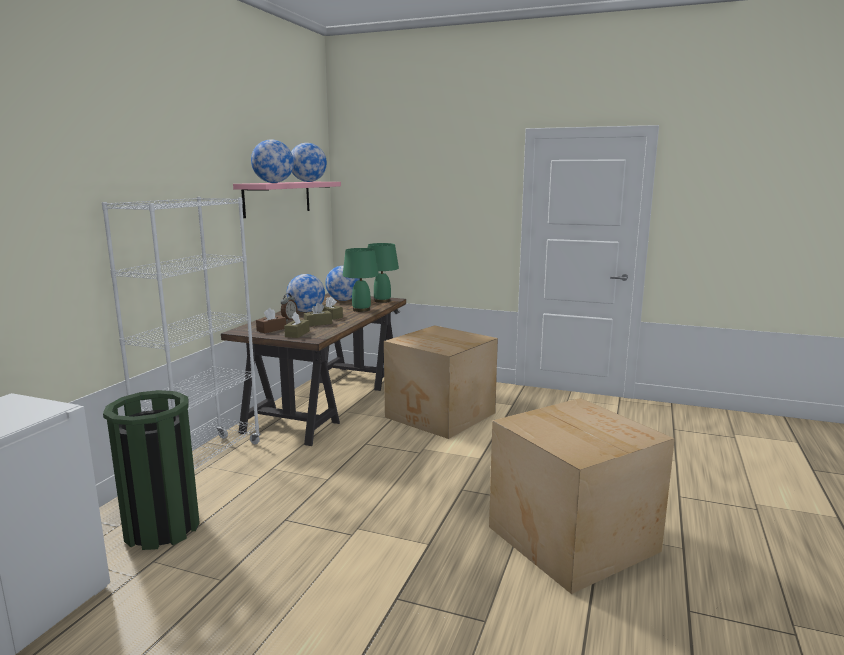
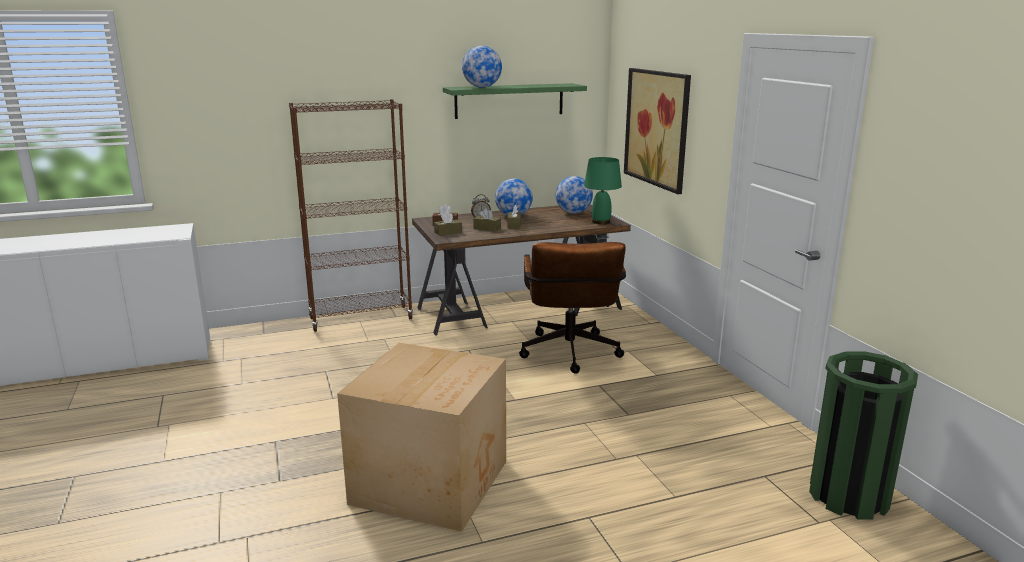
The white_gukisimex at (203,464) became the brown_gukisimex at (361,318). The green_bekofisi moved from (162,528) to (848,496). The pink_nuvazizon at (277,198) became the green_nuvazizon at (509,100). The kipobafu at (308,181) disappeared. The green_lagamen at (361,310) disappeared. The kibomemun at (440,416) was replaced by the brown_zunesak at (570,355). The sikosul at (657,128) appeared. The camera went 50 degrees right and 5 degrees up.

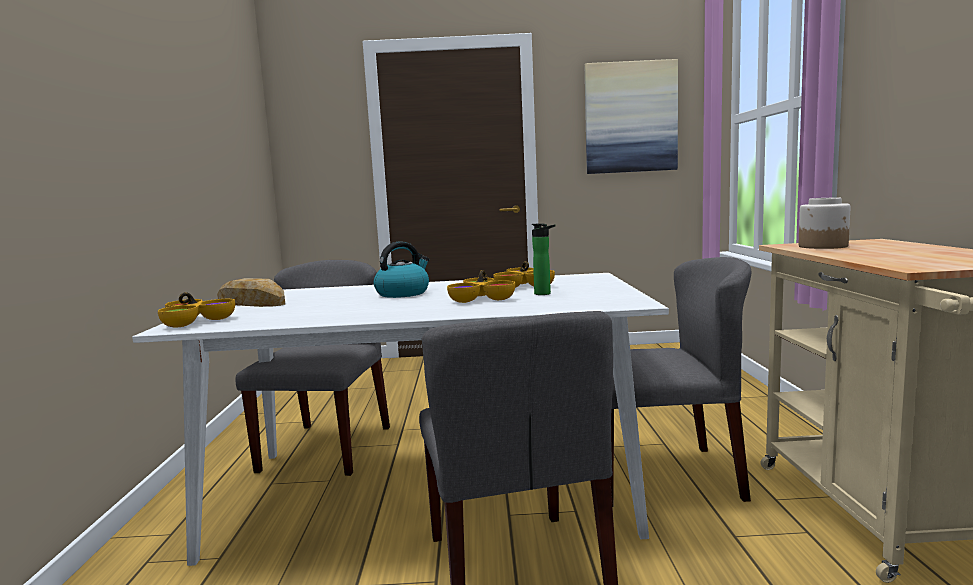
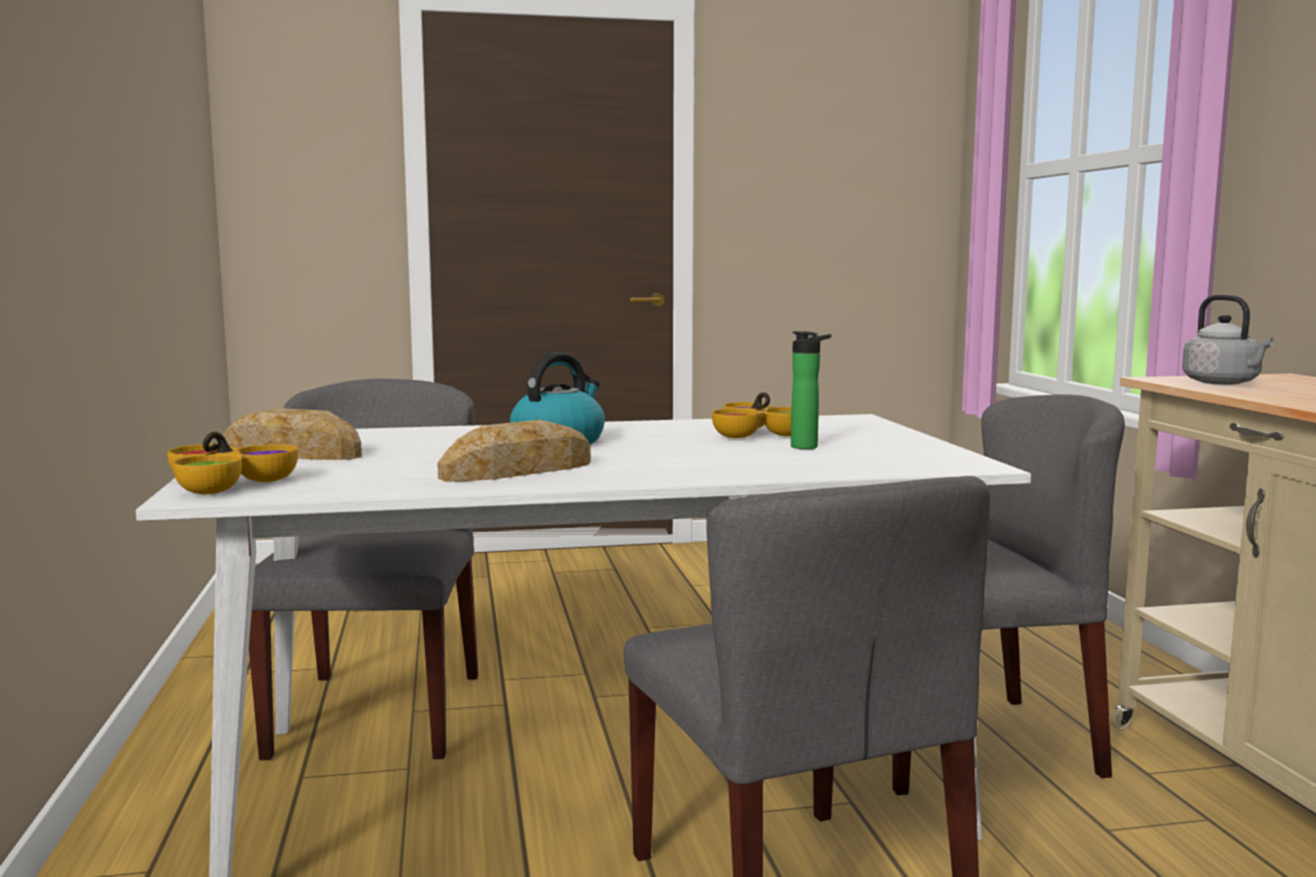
The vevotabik at (481,299) disappeared. The sikosul at (630,117) disappeared. The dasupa at (823,246) was replaced by the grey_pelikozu at (1223,383). The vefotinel at (517,470) appeared. The camera went 10 degrees left and 0 degrees up.

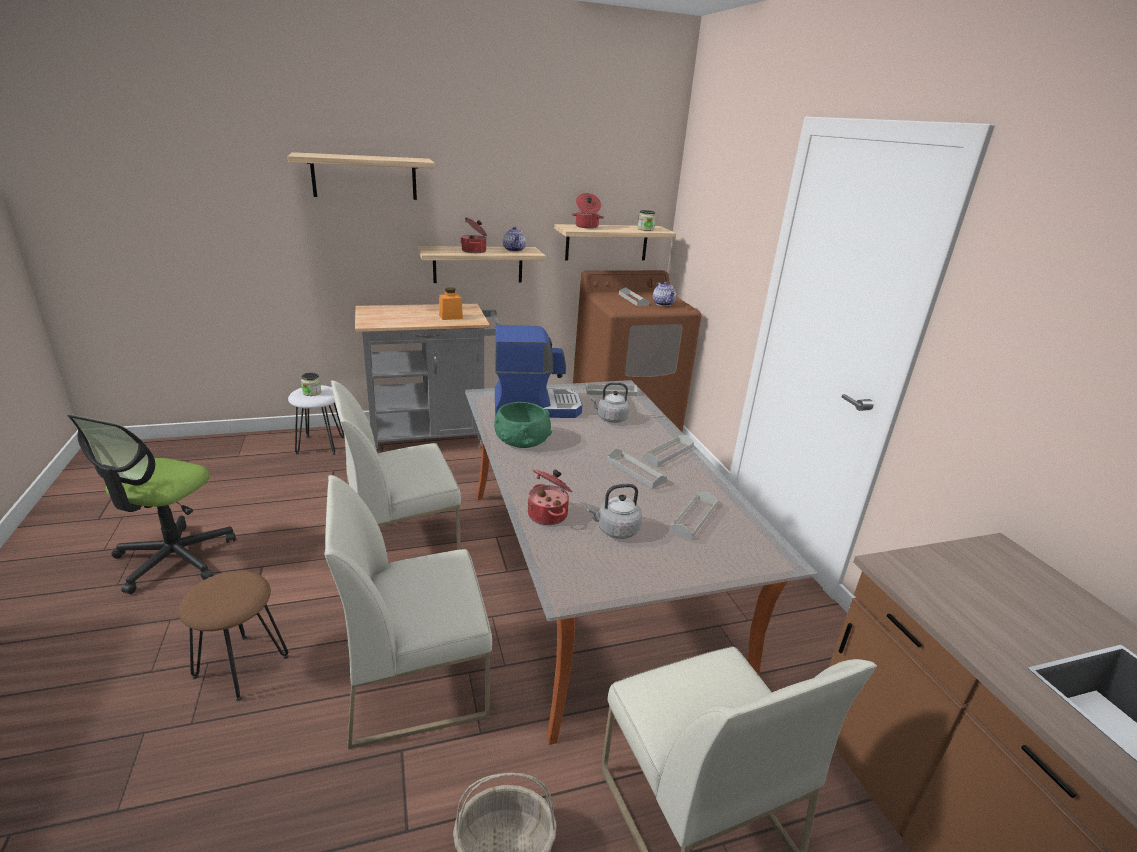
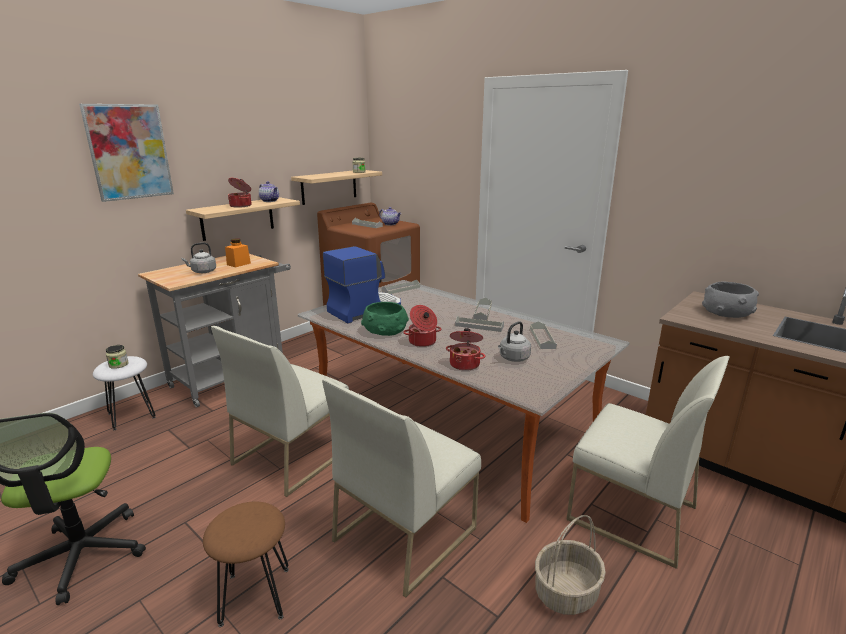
The nuvazizon at (364,177) was replaced by the sikosul at (129,152). The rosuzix moved from (586,227) to (422,342). The grey_pelikozu moved from (610,418) to (202,272). The grey_vevotabik at (727,313) appeared. The camera went 30 degrees left and 5 degrees down.

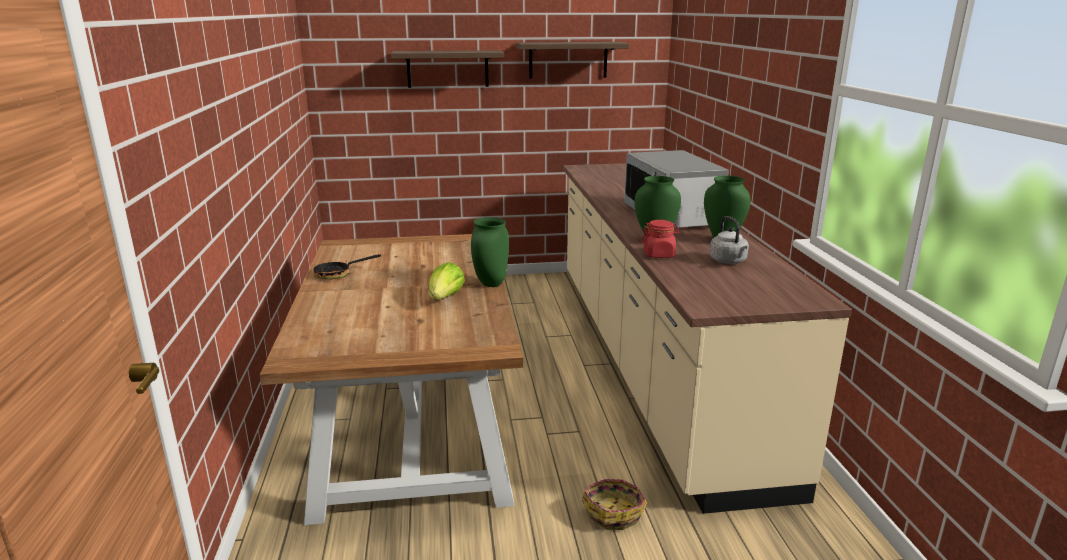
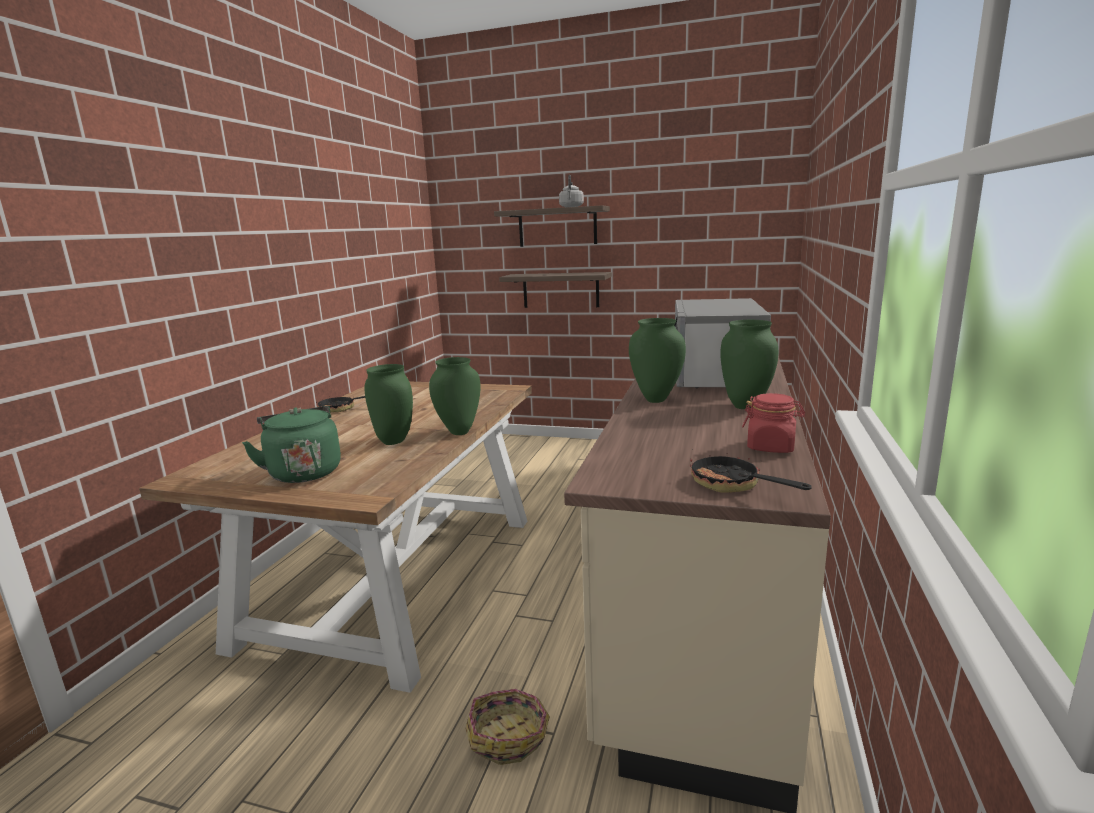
The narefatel at (445,299) was replaced by the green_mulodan at (395,441). The nuvazizon moved from (568,60) to (560,290). The red_dasupa moved from (659,254) to (771,447). The grey_pelikozu moved from (729,261) to (571,207). The green_pelikozu at (303,472) appeared. The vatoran at (733,486) appeared. The camera went 25 degrees right and 5 degrees down.

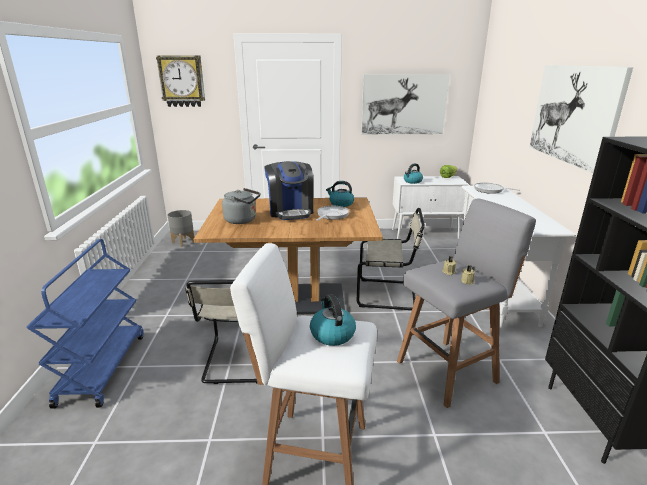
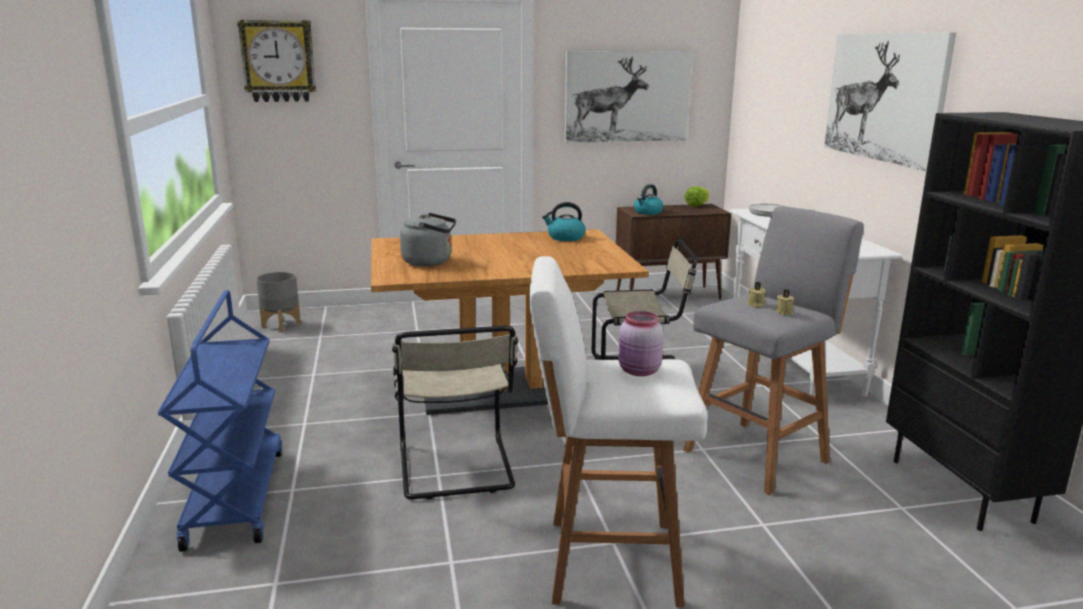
The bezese at (290,211) disappeared. The pelikozu at (332,334) was replaced by the pink_dasupa at (639,371). The vatoran at (331,215) disappeared. The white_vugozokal at (425,234) became the brown_vugozokal at (669,295). The camera went 10 degrees left and 5 degrees down.

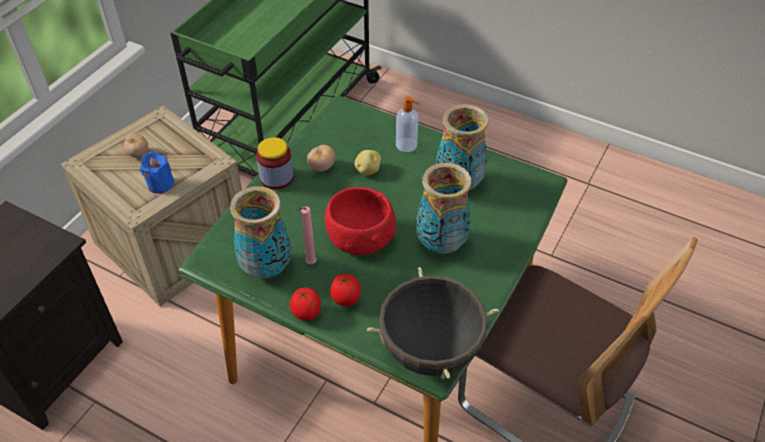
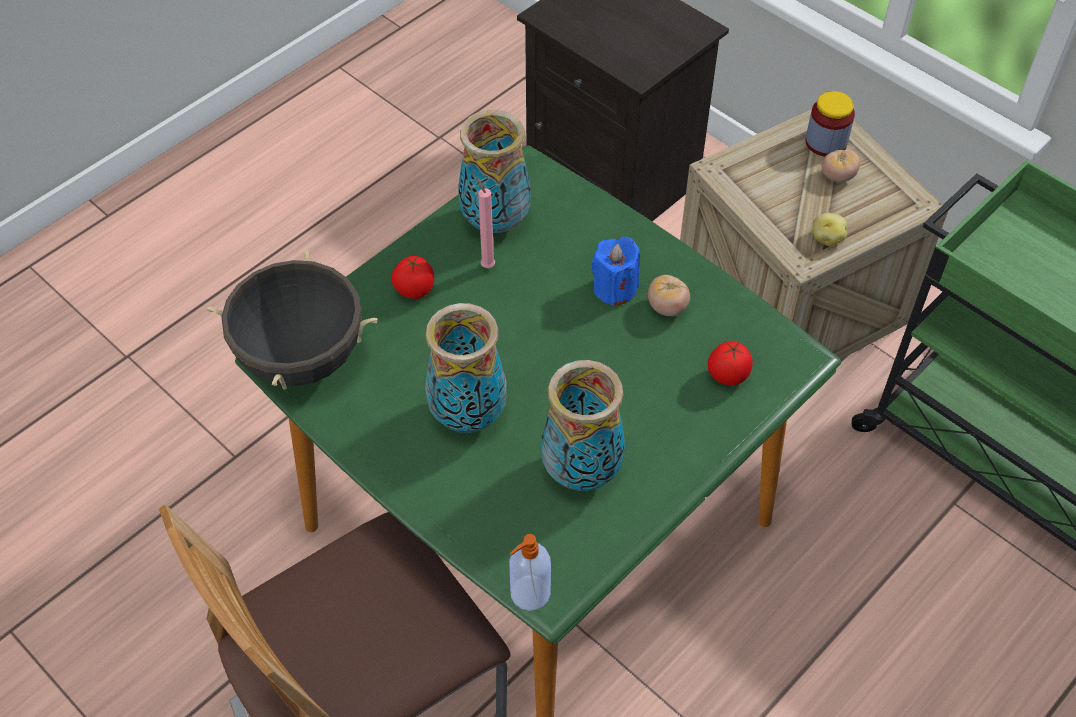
The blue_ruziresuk moved from (160,184) to (615,288). The dasupa moved from (276,177) to (826,142). The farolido moved from (306,313) to (727,376). The red_vevotabik at (360,238) disappeared. The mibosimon moved from (367,170) to (827,238). The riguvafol moved from (407,145) to (529,594). The camera went 105 degrees right and 5 degrees up.

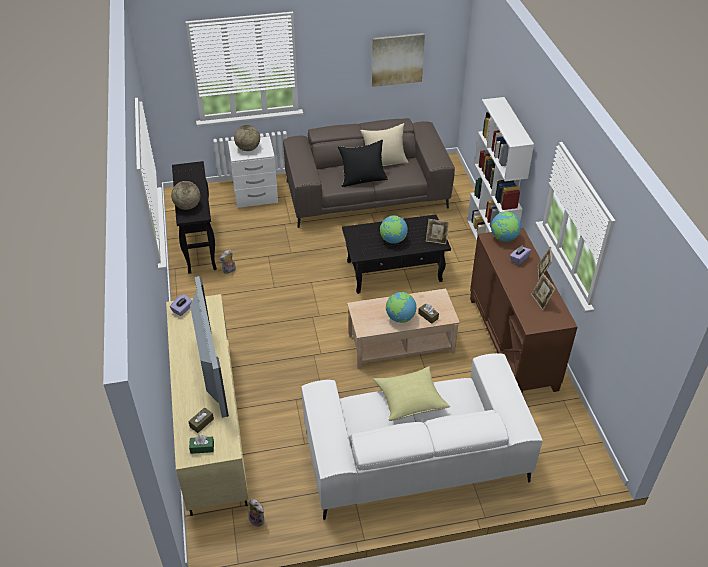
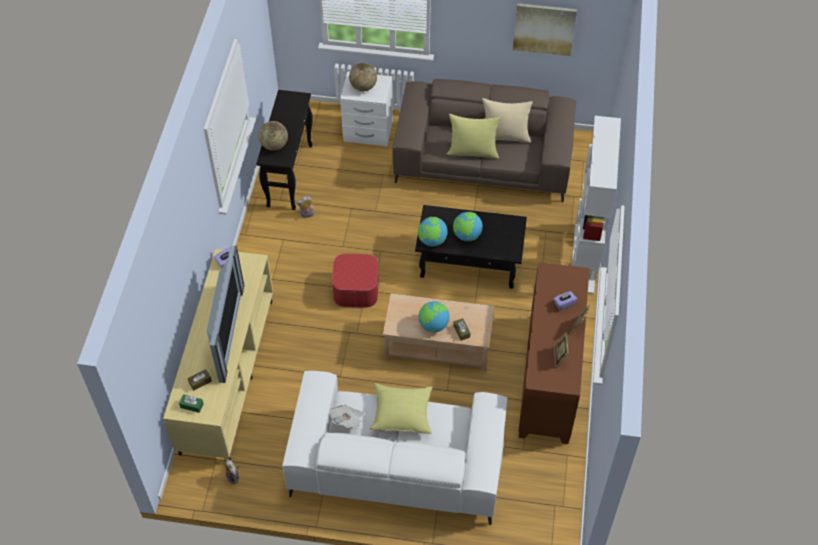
The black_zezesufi at (363,179) became the yellow_zezesufi at (473,151). The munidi at (436,240) disappeared. The kipobafu moved from (504,238) to (432,241). The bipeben at (347,420) appeared. The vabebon at (356,289) appeared. The camera went 20 degrees right and 10 degrees up.

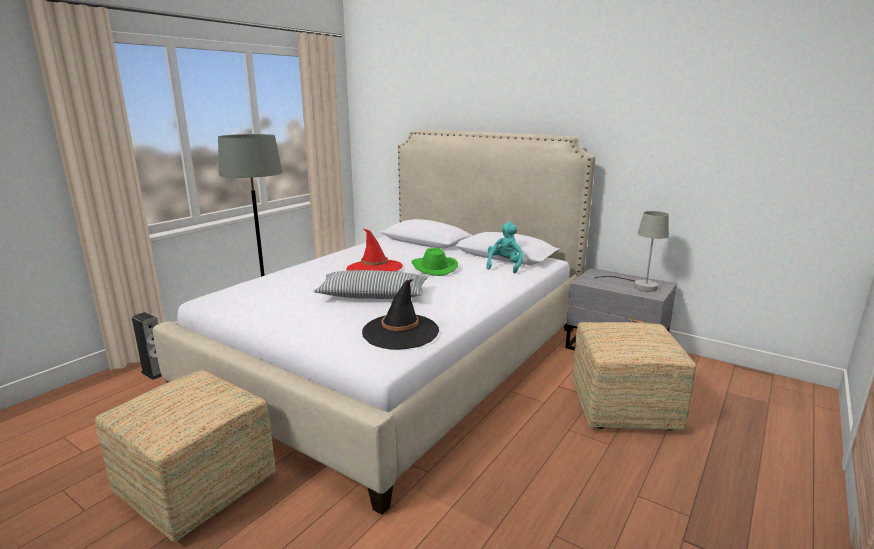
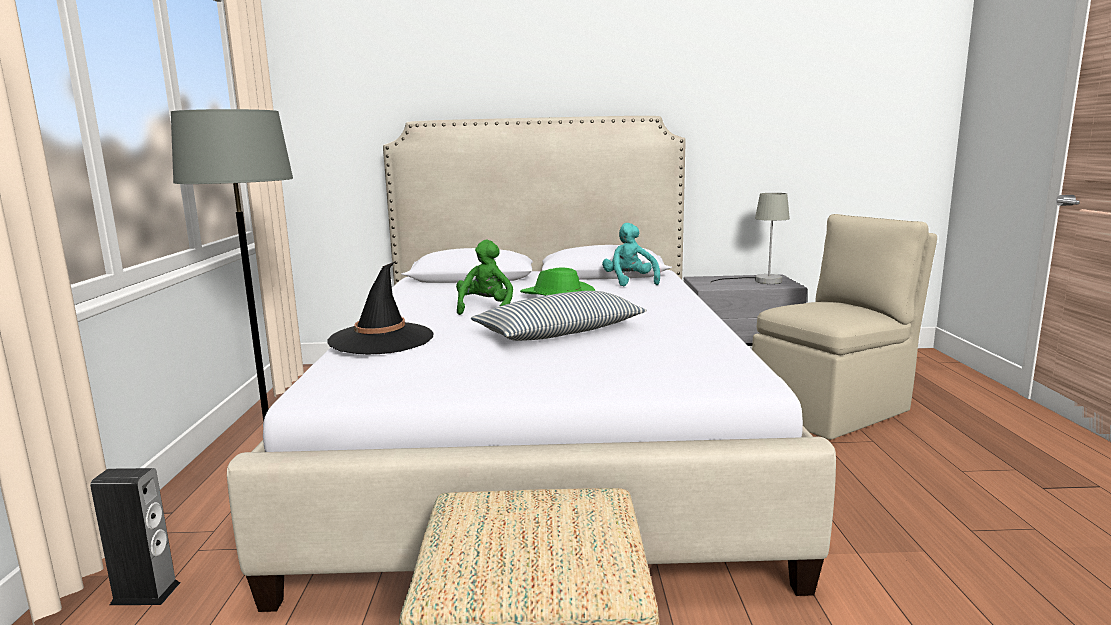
The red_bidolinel at (374,268) was replaced by the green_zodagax at (485,309). The black_bidolinel moved from (400,332) to (381,339). The vabebon at (624,408) was replaced by the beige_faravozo at (832,409). The camera went 35 degrees left and 5 degrees down.

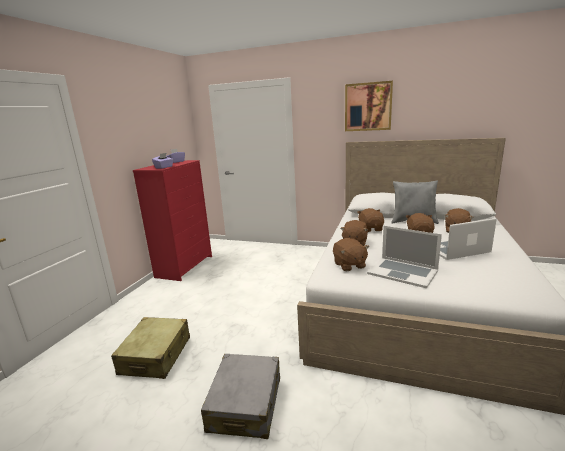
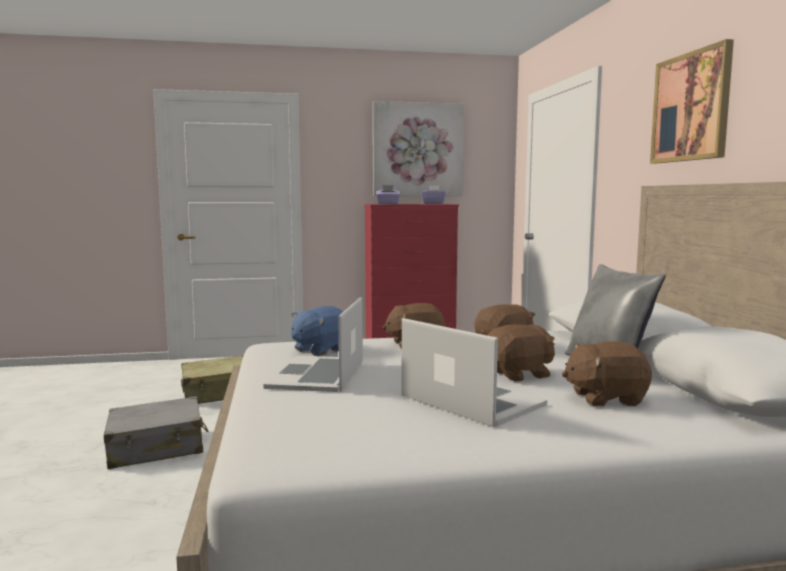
The brown_zodagax at (349,265) became the blue_zodagax at (320,350). The sikosul at (417,150) appeared. The camera went 60 degrees right and 10 degrees down.

